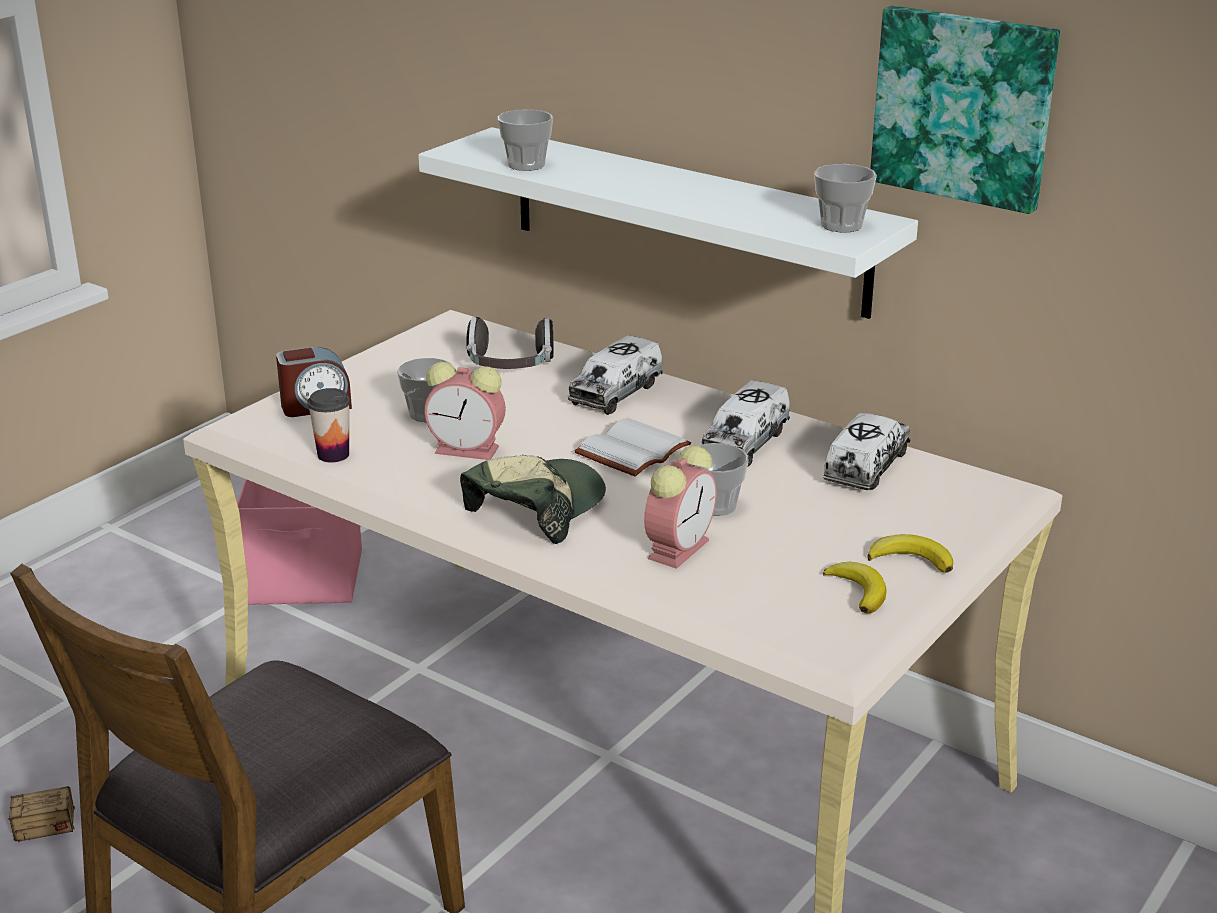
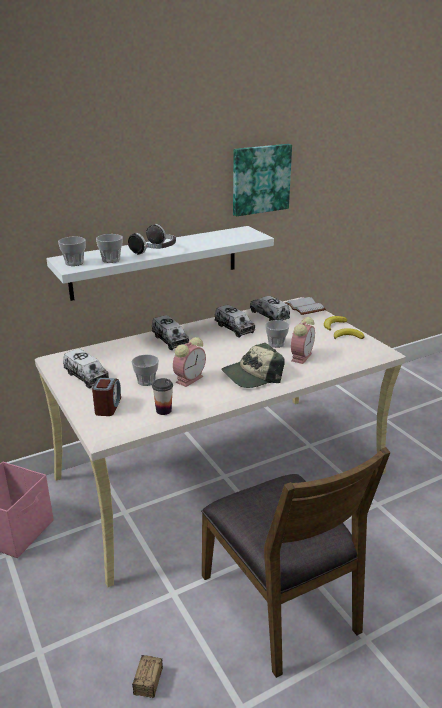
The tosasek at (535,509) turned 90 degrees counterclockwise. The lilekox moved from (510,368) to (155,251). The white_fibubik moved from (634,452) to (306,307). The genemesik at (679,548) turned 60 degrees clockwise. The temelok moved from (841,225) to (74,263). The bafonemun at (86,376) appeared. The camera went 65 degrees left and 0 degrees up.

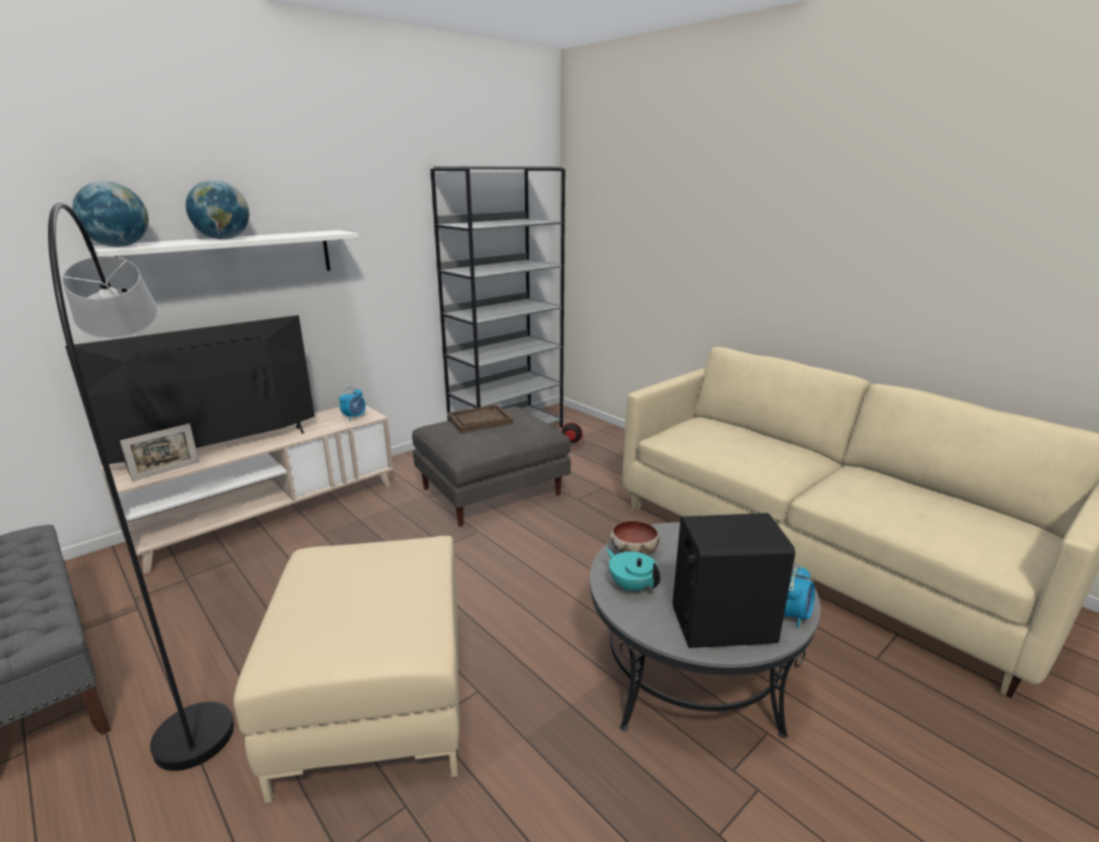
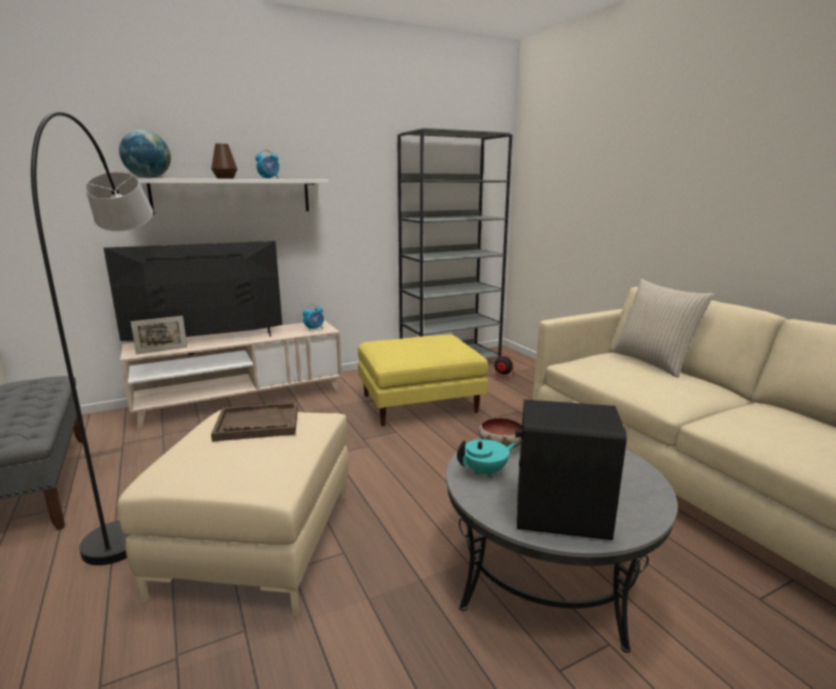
The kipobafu at (224,239) was replaced by the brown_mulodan at (225,178). The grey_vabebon at (493,490) became the yellow_vabebon at (420,403). The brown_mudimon moved from (479,420) to (257,424). The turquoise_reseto at (631,585) turned 90 degrees clockwise. The genemesik moved from (795,615) to (269,178). The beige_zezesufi at (652,362) appeared. The camera went 15 degrees right and 5 degrees down.

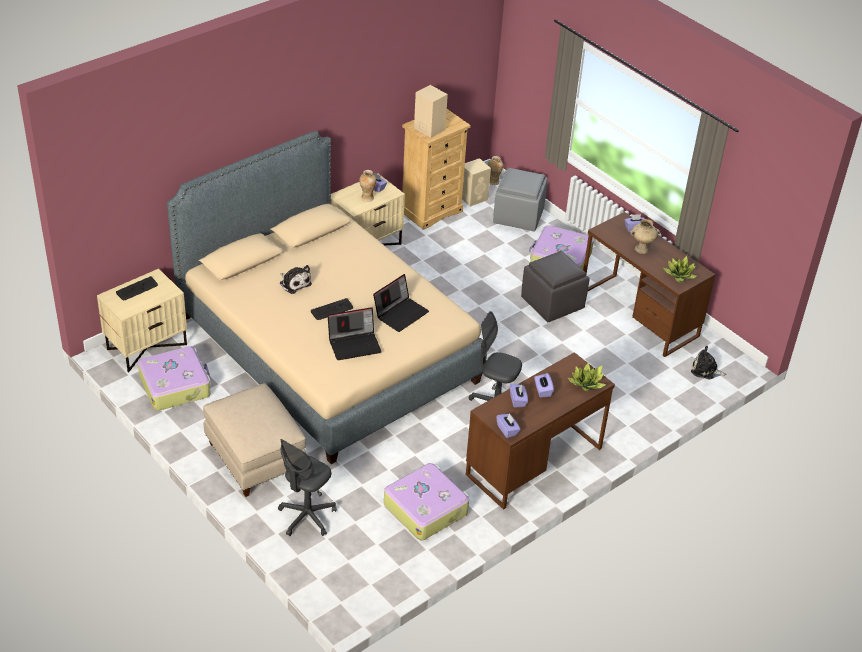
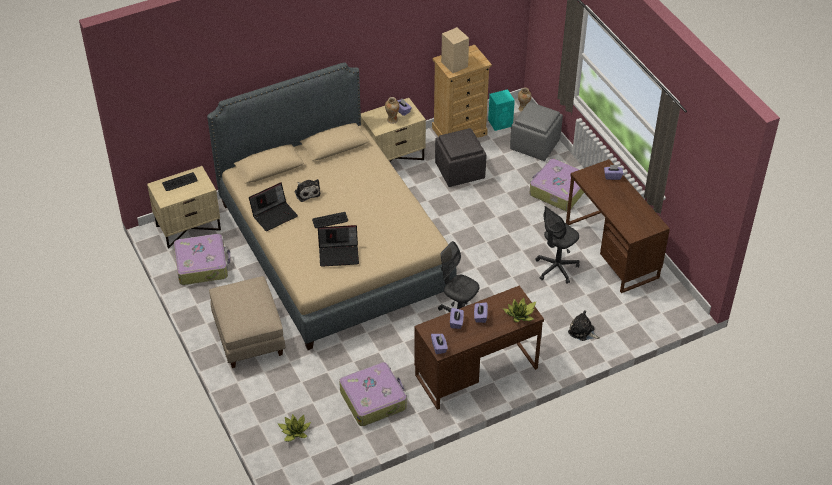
The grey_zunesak moved from (307,517) to (556,268). The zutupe moved from (401,313) to (274,215). The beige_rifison at (473,198) became the turquoise_rifison at (501,123). The grey_vabebon moved from (553,303) to (460,171). The beige_mulodan at (642,249) disappeared. The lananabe moved from (679,275) to (294,432). The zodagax moved from (705,370) to (582,331). The camera went 15 degrees right and 5 degrees up.

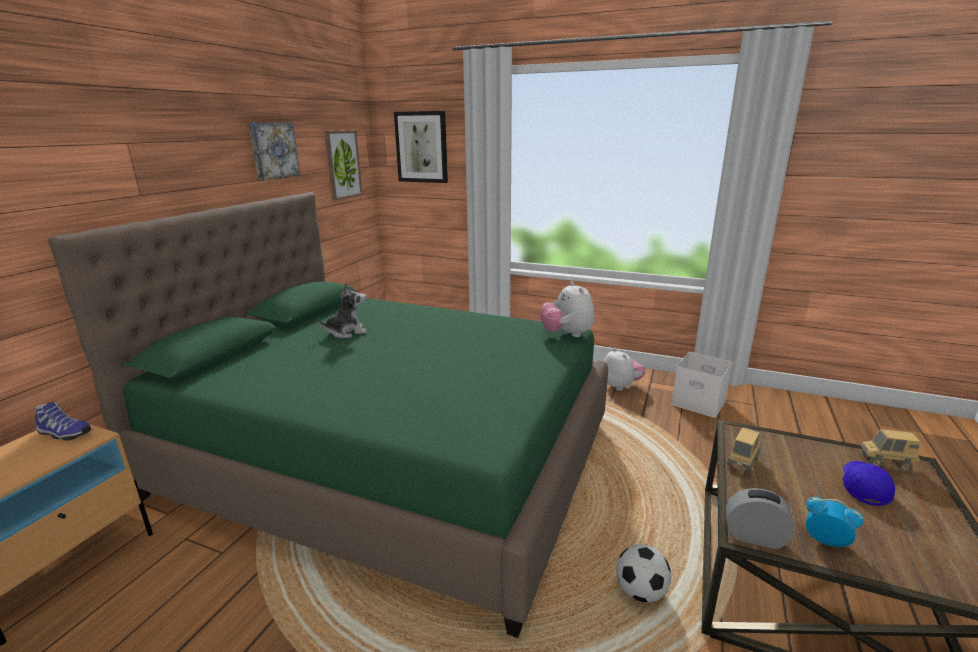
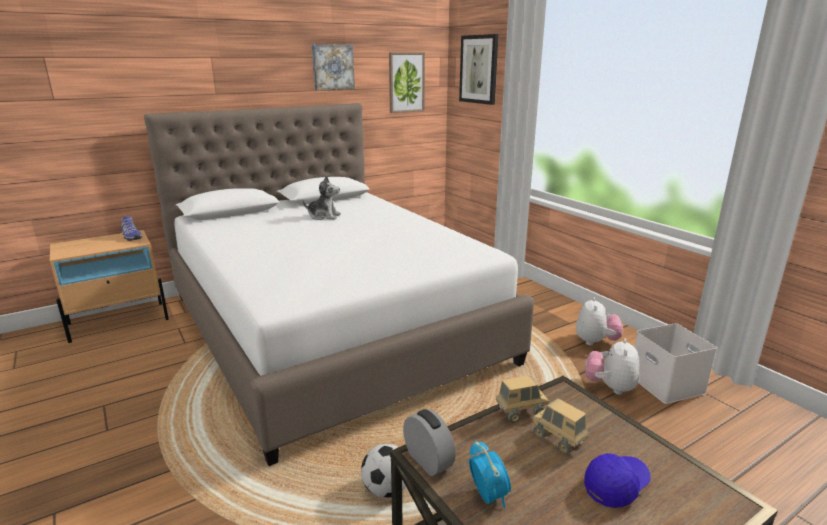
The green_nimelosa at (391,458) became the white_nimelosa at (332,327). The zodagax moved from (566,334) to (610,387). The bafonemun moved from (885,463) to (558,440). The camera went 35 degrees right and 0 degrees up.

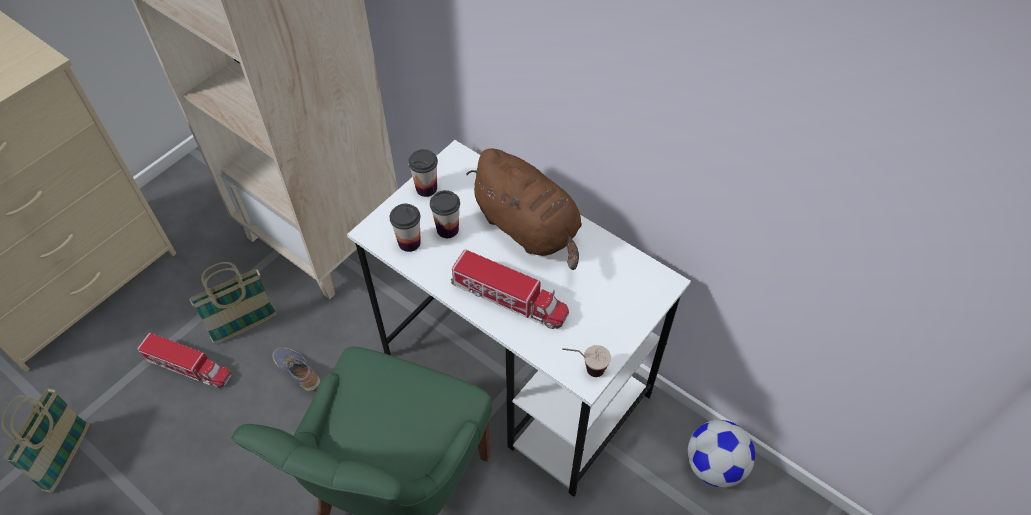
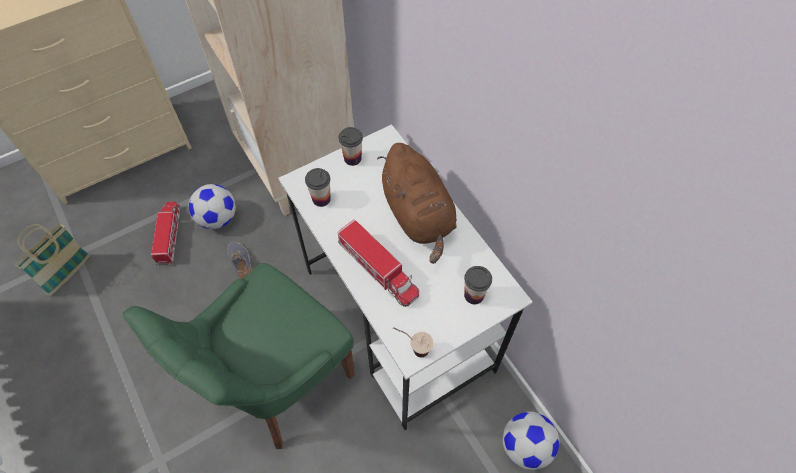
The bafonemun at (189,367) turned 135 degrees counterclockwise. The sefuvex at (245,327) was replaced by the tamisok at (218,218). The temelok moved from (447,229) to (474,295). The camera went 20 degrees right and 5 degrees up.

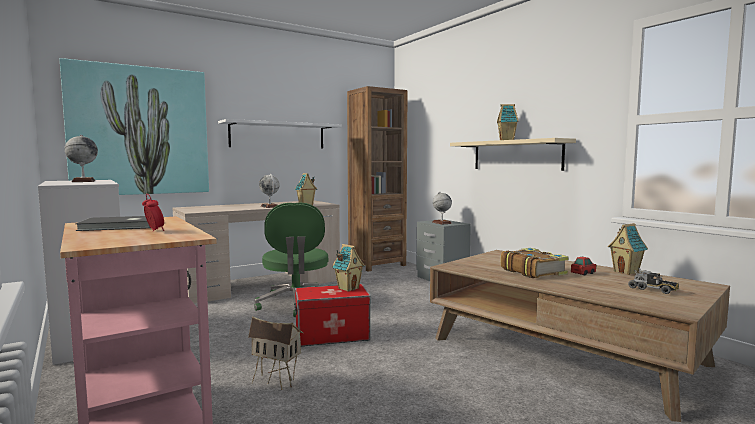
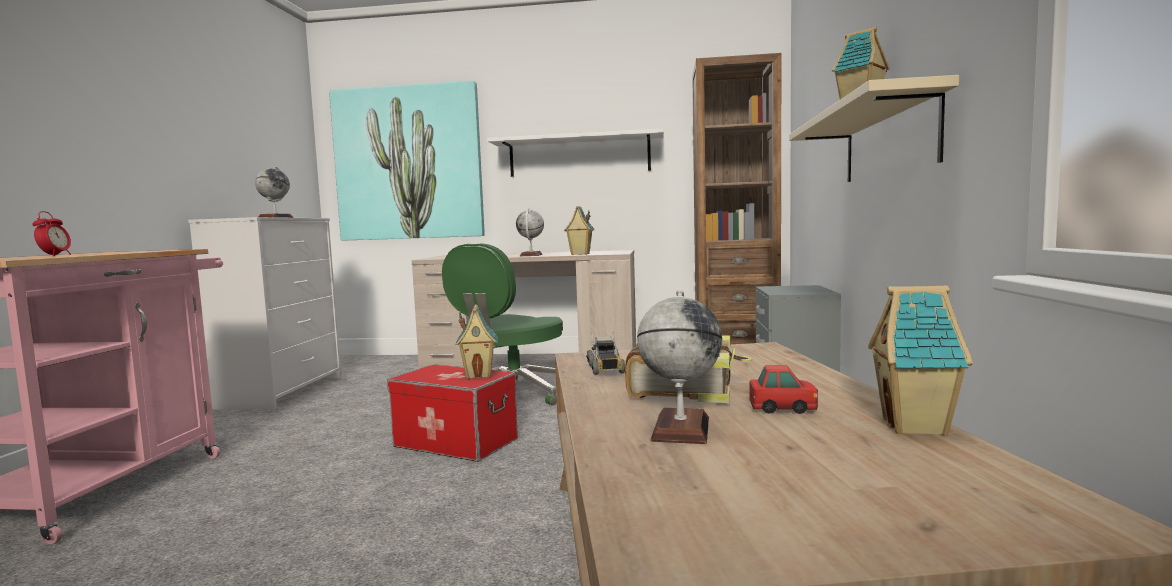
The grey_fibubik at (120,226) disappeared. The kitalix at (276,381) disappeared. The kipobafu moved from (441,223) to (680,429). The bafonemun moved from (653,289) to (605,368). The camera went 40 degrees right and 0 degrees up.

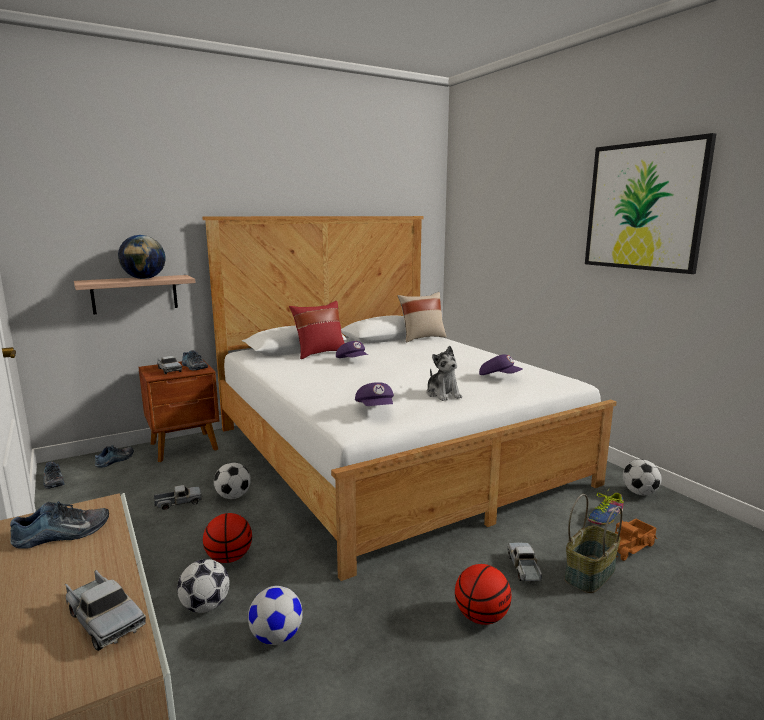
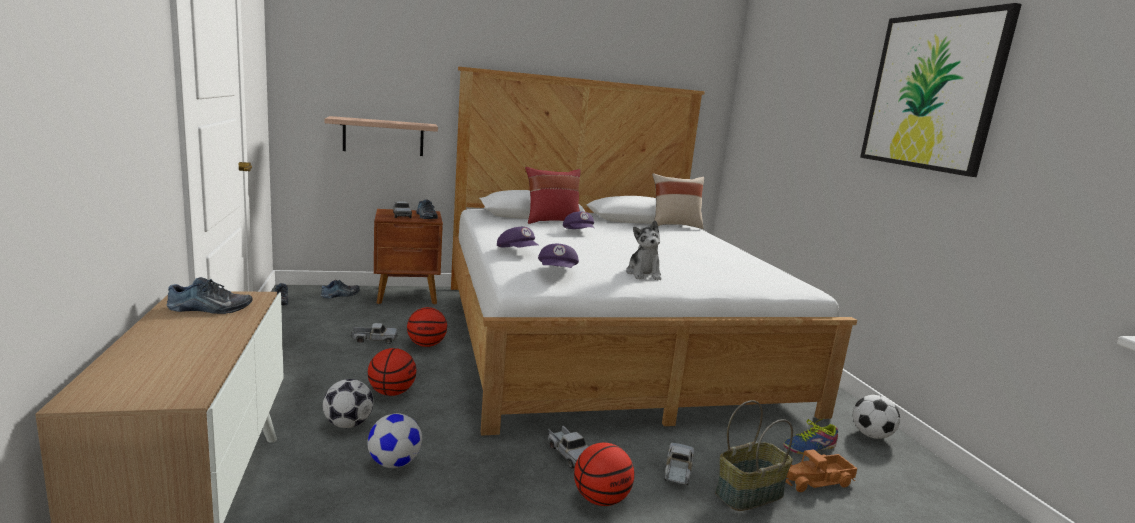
The bafonemun moved from (104,619) to (569,453). The kipobafu at (144,278) disappeared. The tamisok at (233,496) was replaced by the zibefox at (426,345). The purple_tosasek moved from (499,376) to (518,251). The camera went 15 degrees right and 0 degrees up.

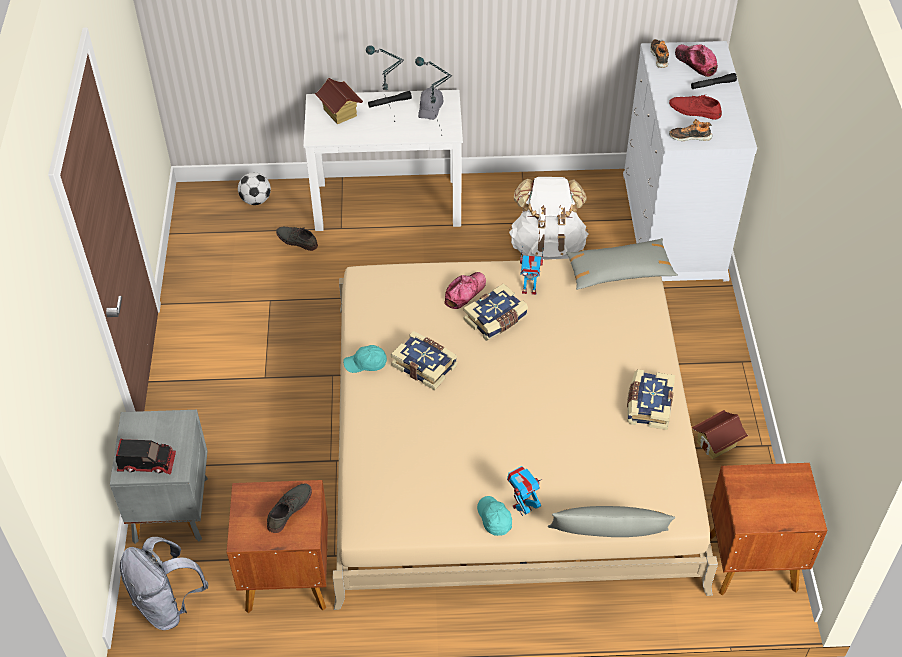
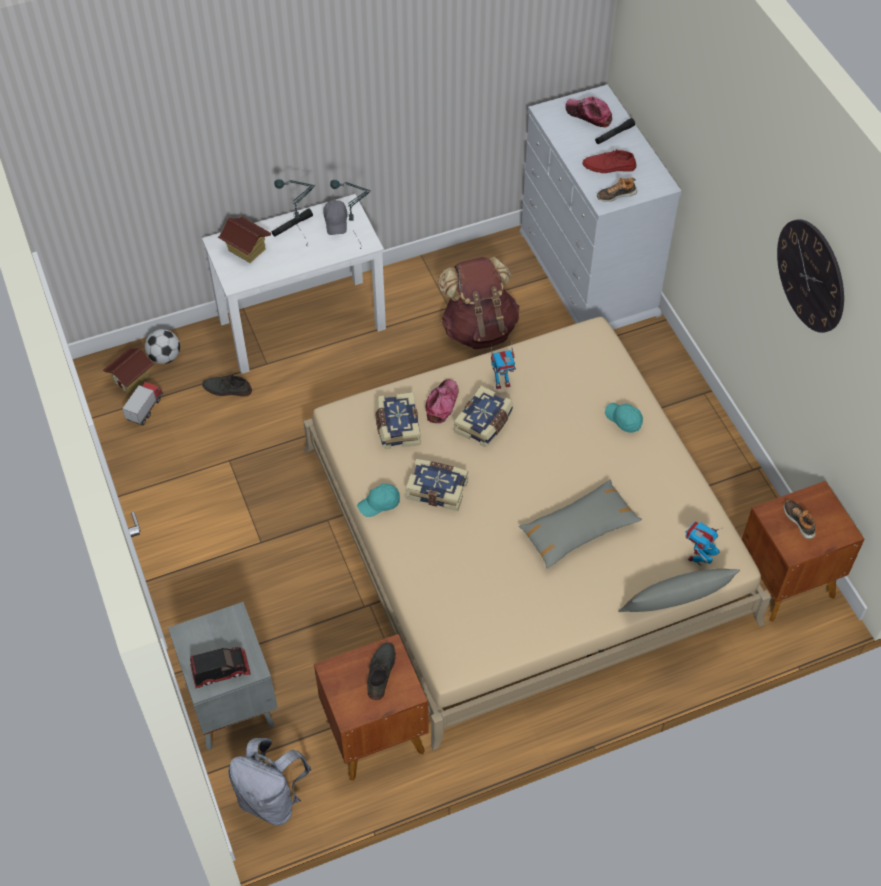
The turquoise_tosasek moved from (494,519) to (623,420). The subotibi moved from (522,507) to (697,558). The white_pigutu at (547,247) became the brown_pigutu at (478,328). The grey_zezesufi moved from (619,271) to (578,530). The fibubik moved from (648,405) to (397,427). The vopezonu moved from (659,56) to (799,521). The kitalix moved from (716,444) to (131,379). The bafonemun at (145,409) appeared. The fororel at (811,275) appeared. The camera went 20 degrees left and 5 degrees up.

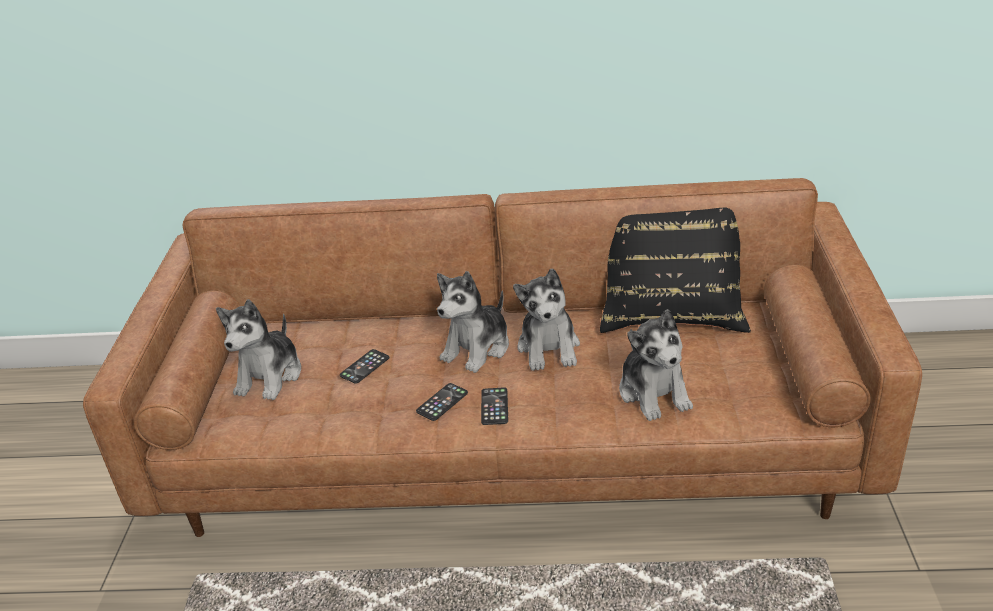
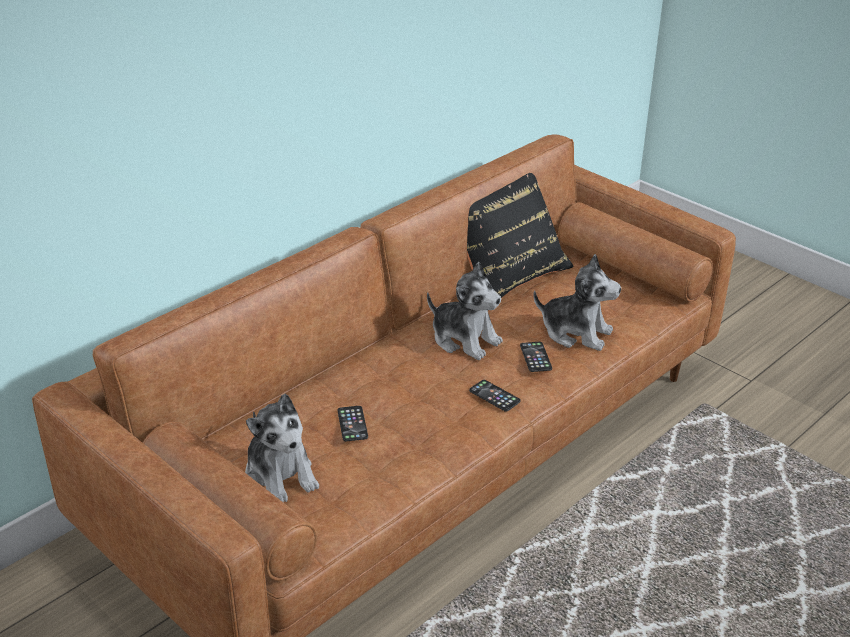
The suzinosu moved from (442,402) to (535,357). The zodagax at (477,348) disappeared. The camera went 50 degrees left and 0 degrees up.

